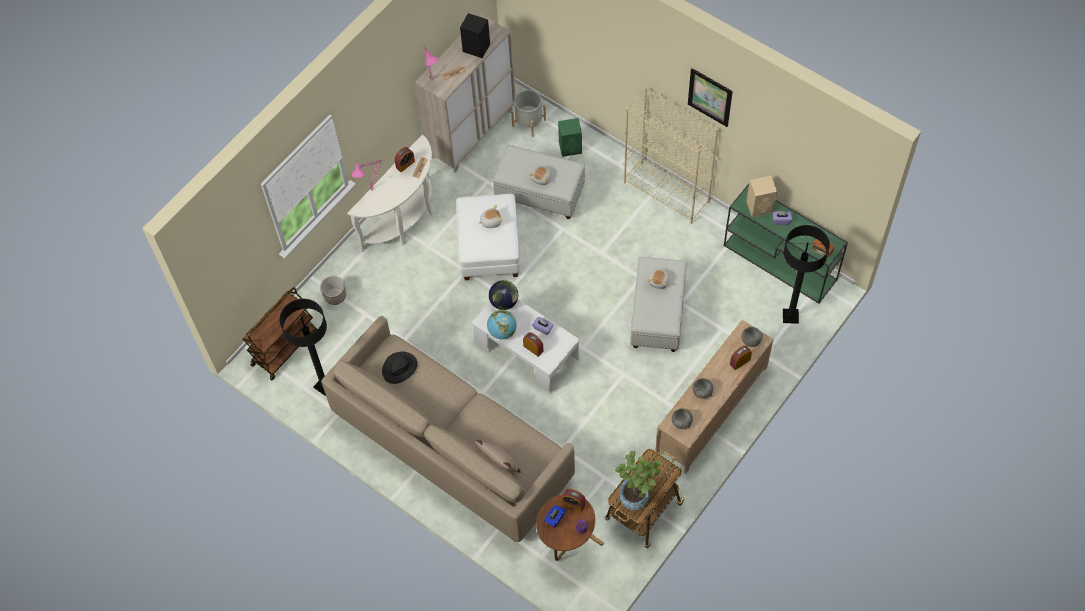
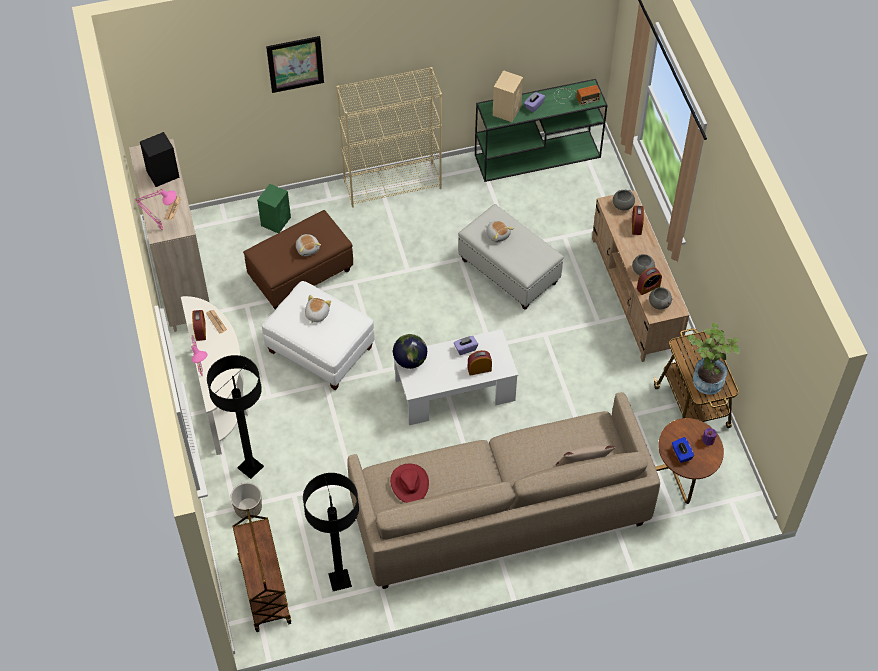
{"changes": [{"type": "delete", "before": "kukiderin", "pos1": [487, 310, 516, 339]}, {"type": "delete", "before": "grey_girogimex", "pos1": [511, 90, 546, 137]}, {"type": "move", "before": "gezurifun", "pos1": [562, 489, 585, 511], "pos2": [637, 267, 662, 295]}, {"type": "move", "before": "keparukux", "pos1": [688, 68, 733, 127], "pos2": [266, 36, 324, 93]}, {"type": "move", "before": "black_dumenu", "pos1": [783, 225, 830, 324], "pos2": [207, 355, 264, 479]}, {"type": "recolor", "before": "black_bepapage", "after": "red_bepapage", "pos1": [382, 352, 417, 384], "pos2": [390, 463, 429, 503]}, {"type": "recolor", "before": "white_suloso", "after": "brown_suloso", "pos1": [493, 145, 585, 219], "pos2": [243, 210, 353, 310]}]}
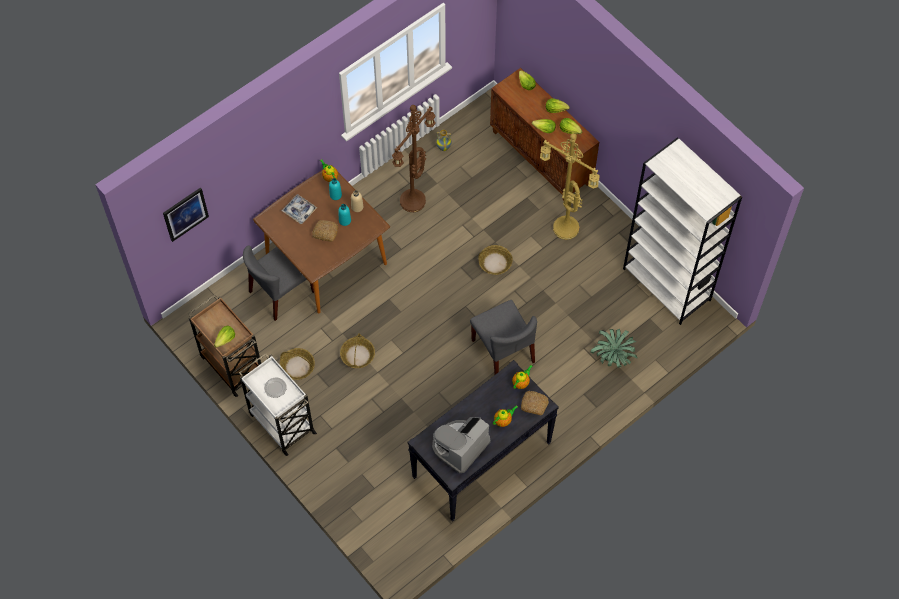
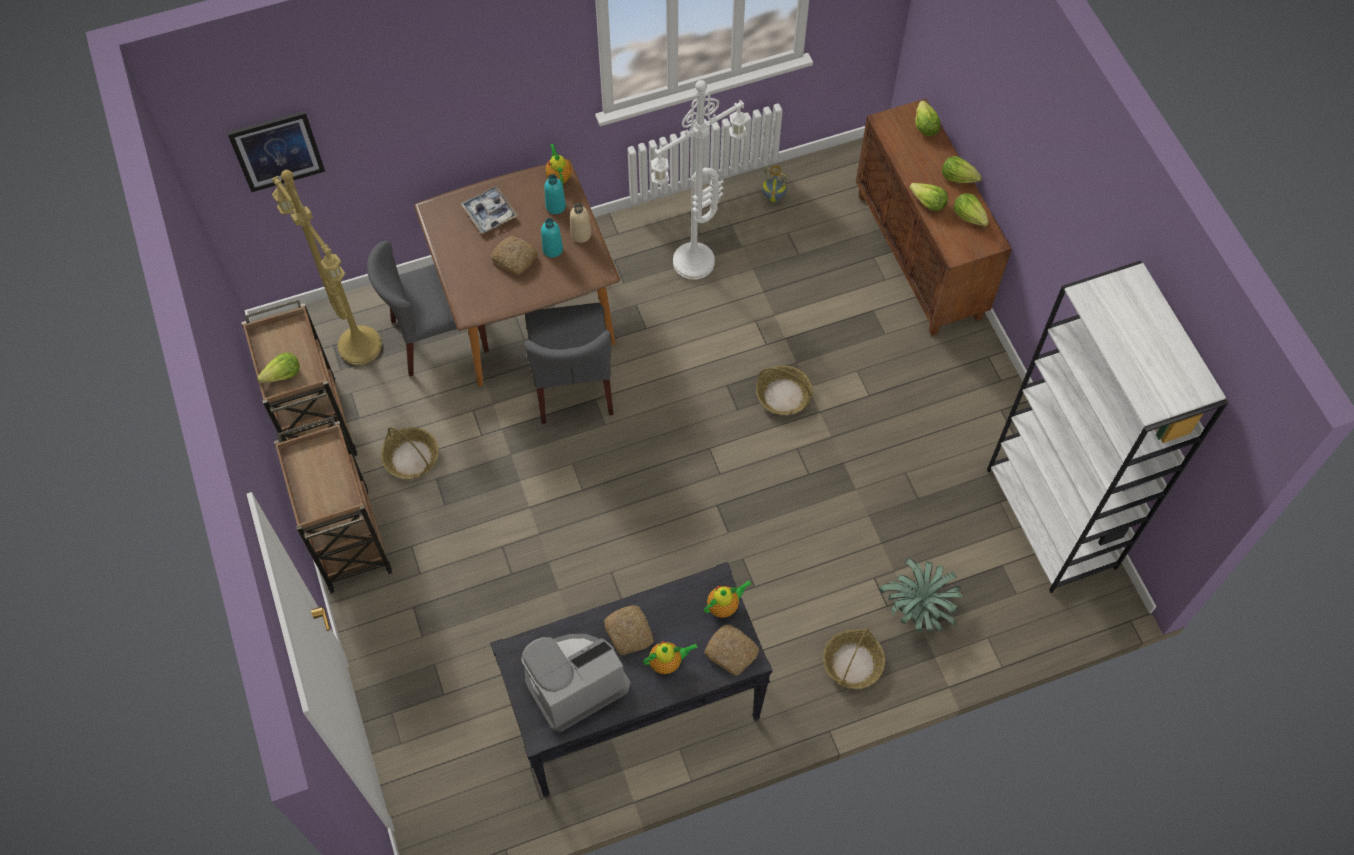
{"changes": [{"type": "delete", "before": "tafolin", "pos1": [264, 377, 287, 398]}, {"type": "insert", "after": "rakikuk", "pos2": [604, 606, 654, 655]}, {"type": "move", "before": "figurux", "pos1": [340, 333, 375, 368], "pos2": [823, 628, 885, 689]}, {"type": "move", "before": "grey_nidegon", "pos1": [470, 300, 537, 375], "pos2": [525, 303, 614, 424]}, {"type": "move", "before": "yellow_dumenu", "pos1": [540, 133, 599, 240], "pos2": [272, 170, 382, 365]}, {"type": "recolor", "before": "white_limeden", "after": "brown_limeden", "pos1": [239, 353, 317, 456], "pos2": [274, 416, 392, 594]}, {"type": "recolor", "before": "brown_dumenu", "after": "white_dumenu", "pos1": [392, 105, 436, 212], "pos2": [651, 80, 747, 280]}]}
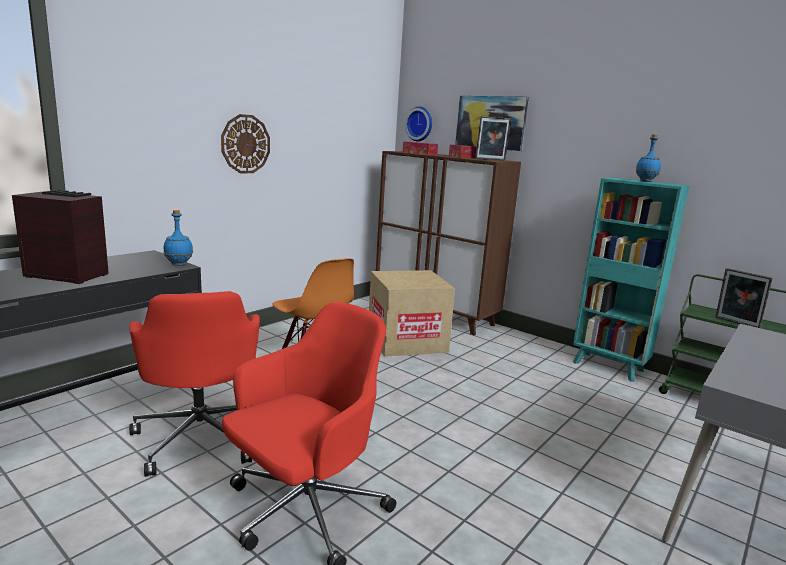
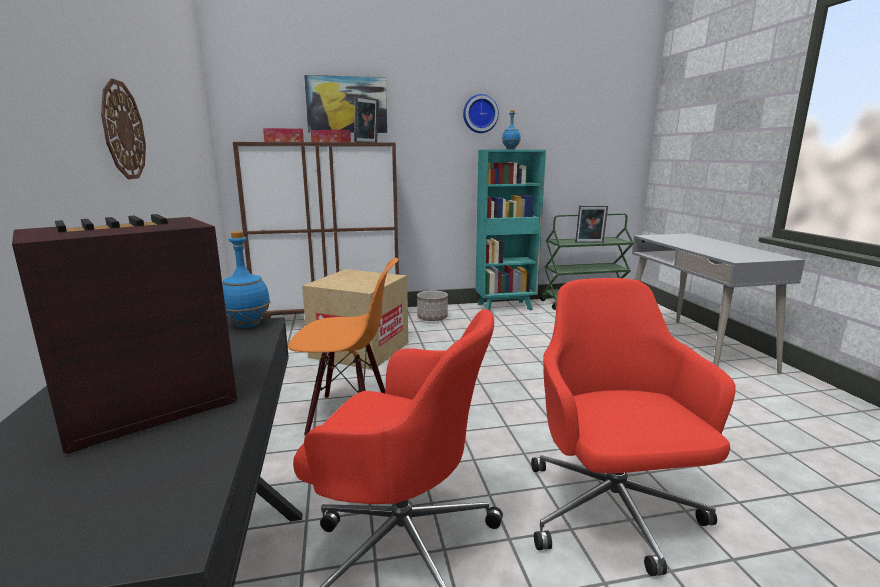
{"changes": [{"type": "insert", "after": "girogimex", "pos2": [417, 290, 448, 321]}, {"type": "move", "before": "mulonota", "pos1": [405, 107, 432, 141], "pos2": [463, 94, 499, 133]}]}
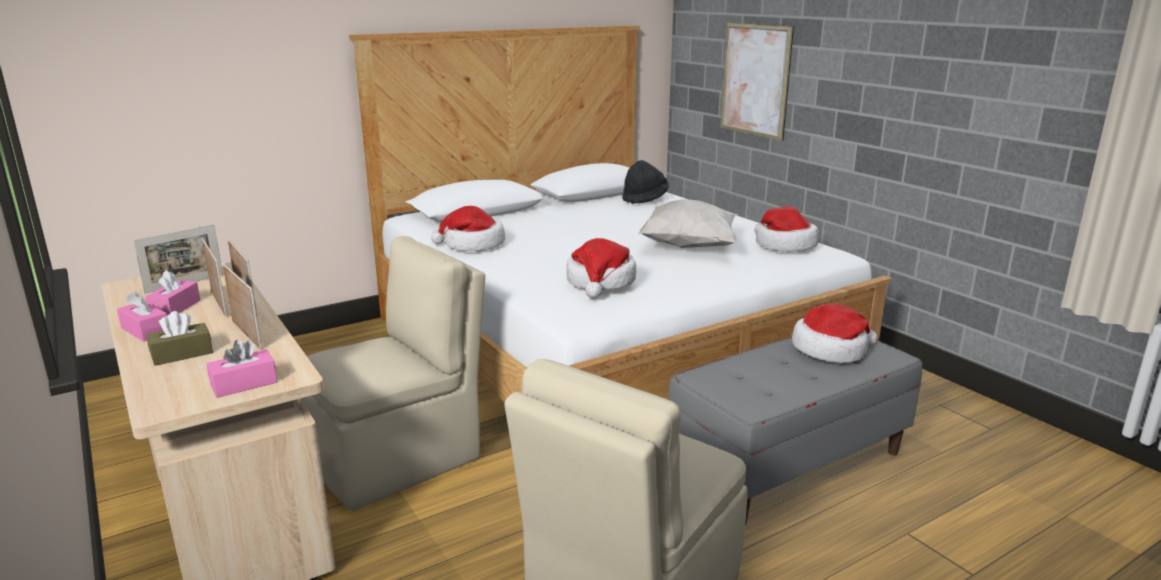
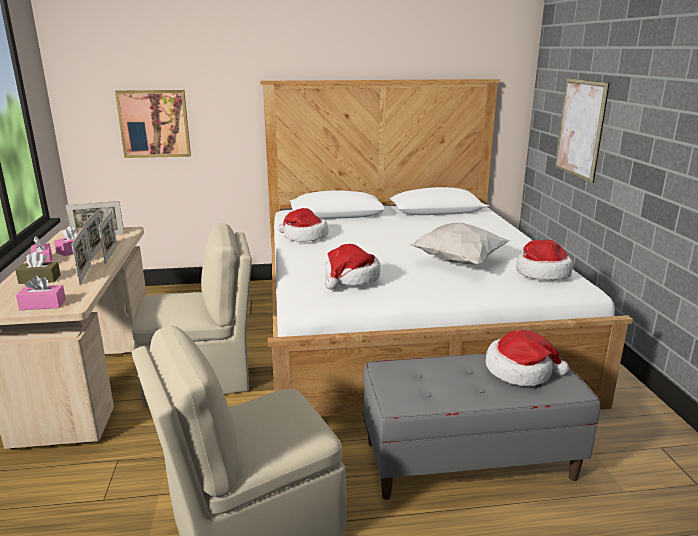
{"changes": [{"type": "delete", "before": "black_bepapage", "pos1": [622, 160, 669, 204]}, {"type": "insert", "after": "keparukux", "pos2": [115, 90, 191, 158]}]}
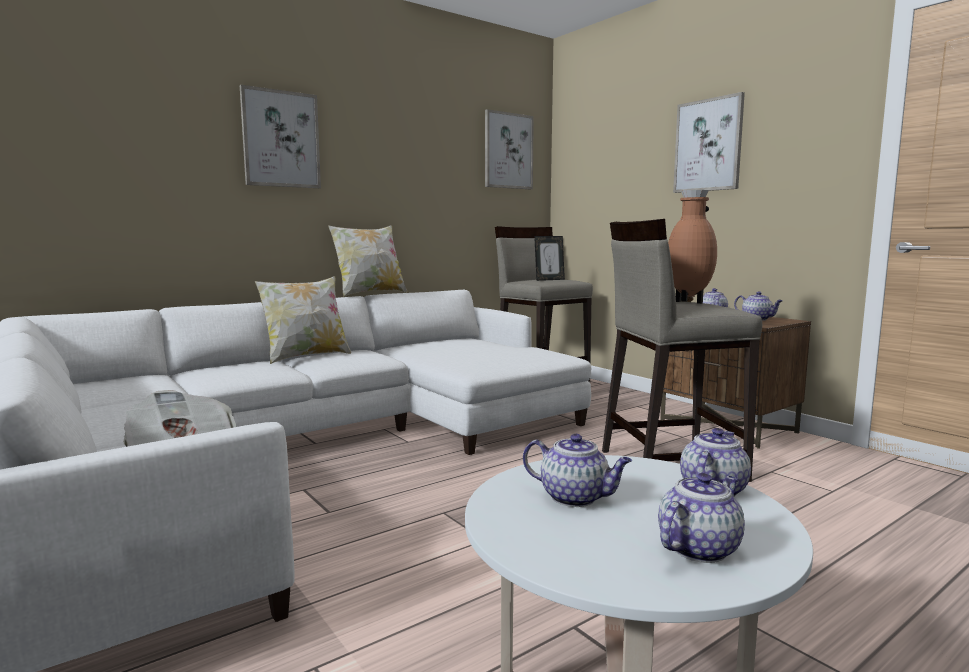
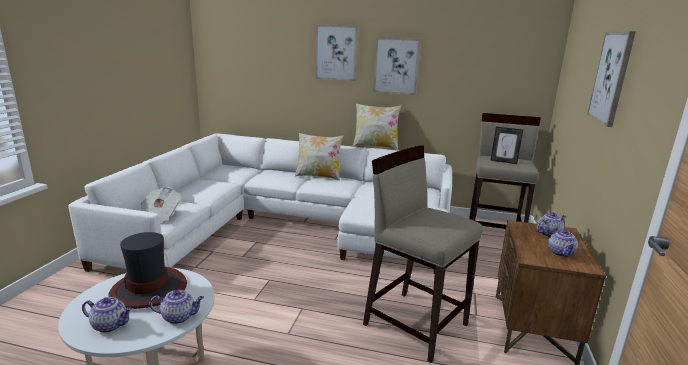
{"changes": [{"type": "delete", "before": "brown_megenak", "pos1": [668, 190, 717, 304]}, {"type": "move", "before": "keparukux", "pos1": [485, 109, 534, 189], "pos2": [373, 37, 421, 95]}, {"type": "replace", "before": "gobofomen", "after": "bepapage", "pos1": [523, 434, 632, 507], "pos2": [108, 232, 187, 309]}]}
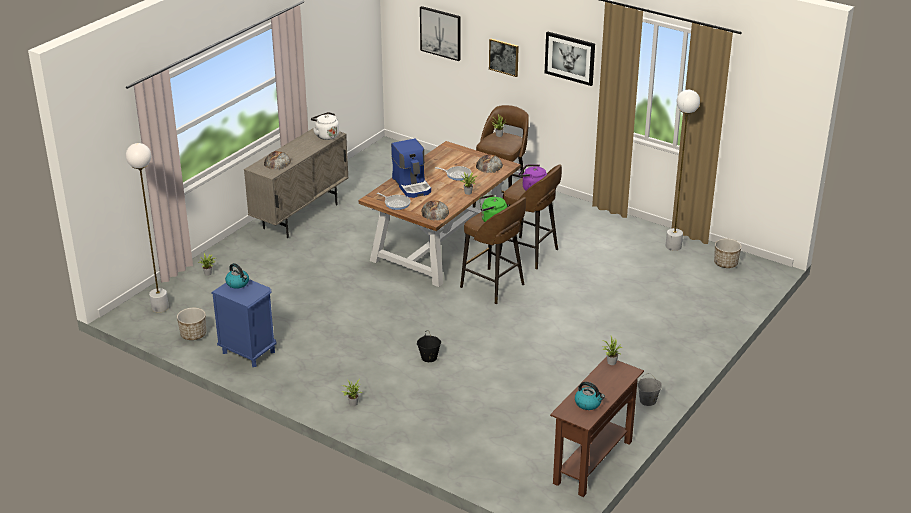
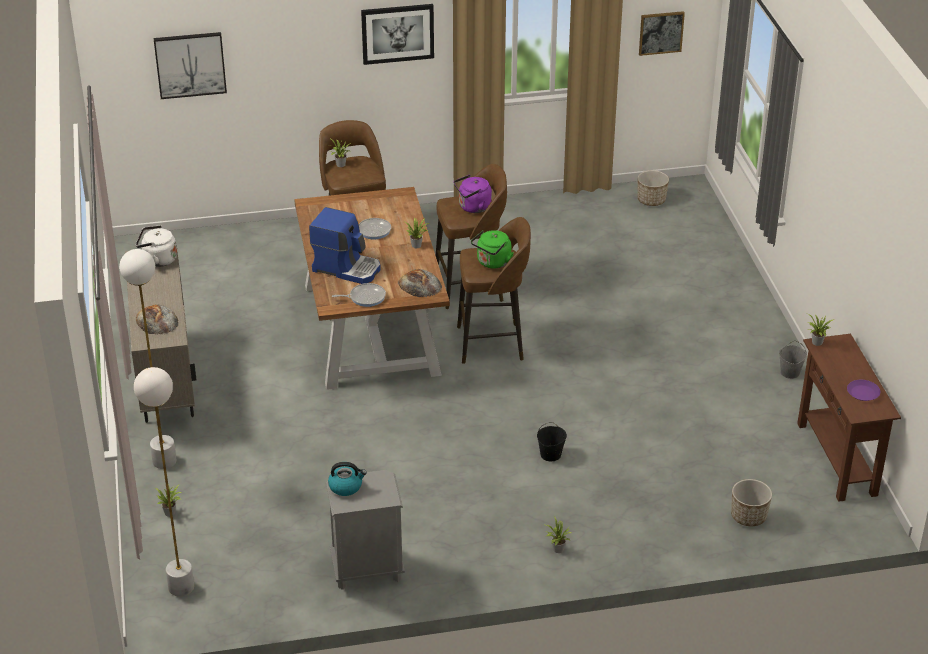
{"changes": [{"type": "delete", "before": "rakikuk", "pos1": [476, 154, 503, 173]}, {"type": "move", "before": "girogimex", "pos1": [177, 308, 206, 340], "pos2": [731, 479, 772, 526]}, {"type": "move", "before": "keparukux", "pos1": [489, 38, 519, 77], "pos2": [639, 11, 685, 56]}, {"type": "move", "before": "white_dumenu", "pos1": [666, 90, 700, 251], "pos2": [119, 249, 176, 469]}, {"type": "replace", "before": "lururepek", "after": "purple_tafolin", "pos1": [575, 382, 605, 410], "pos2": [847, 380, 880, 401]}, {"type": "recolor", "before": "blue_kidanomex", "after": "grey_kidanomex", "pos1": [211, 279, 277, 367], "pos2": [326, 470, 405, 590]}]}
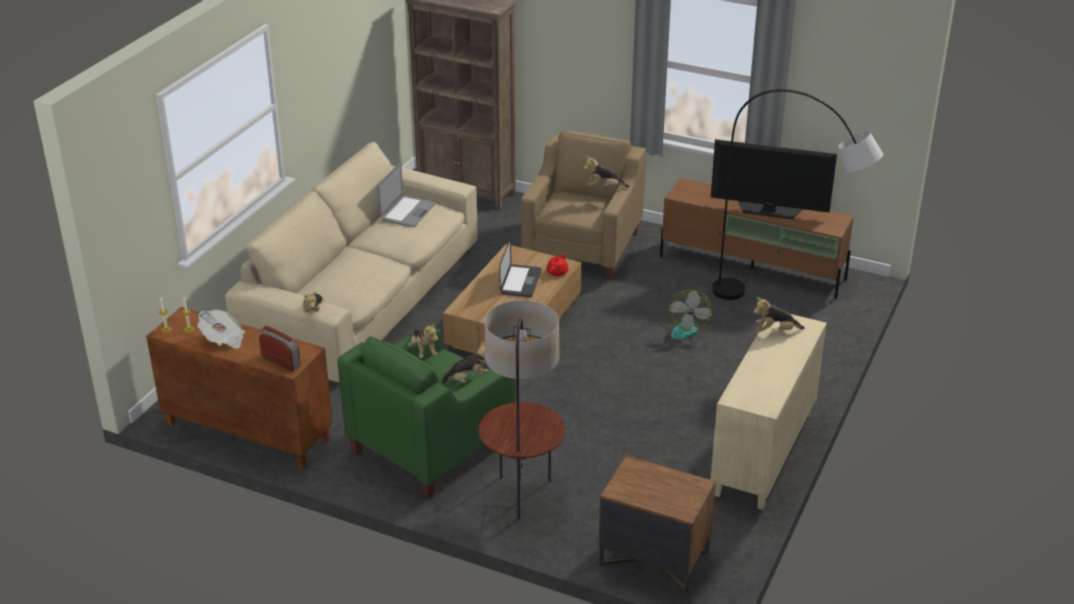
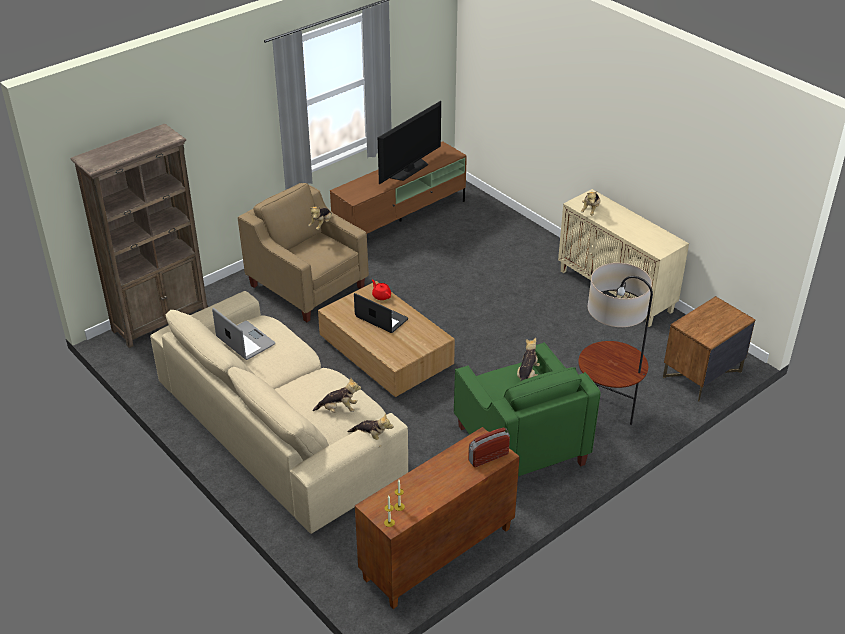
{"changes": [{"type": "delete", "before": "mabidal", "pos1": [197, 310, 245, 349]}, {"type": "delete", "before": "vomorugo", "pos1": [660, 290, 713, 340]}, {"type": "delete", "before": "grey_dumenu", "pos1": [712, 89, 883, 300]}, {"type": "move", "before": "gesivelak", "pos1": [408, 323, 438, 358], "pos2": [313, 378, 361, 413]}]}
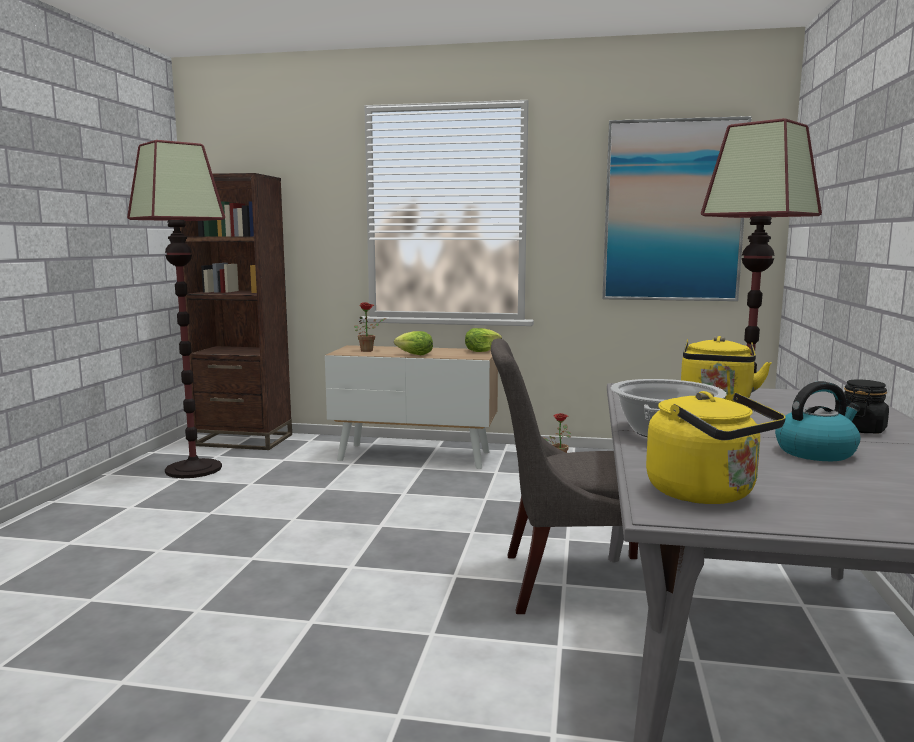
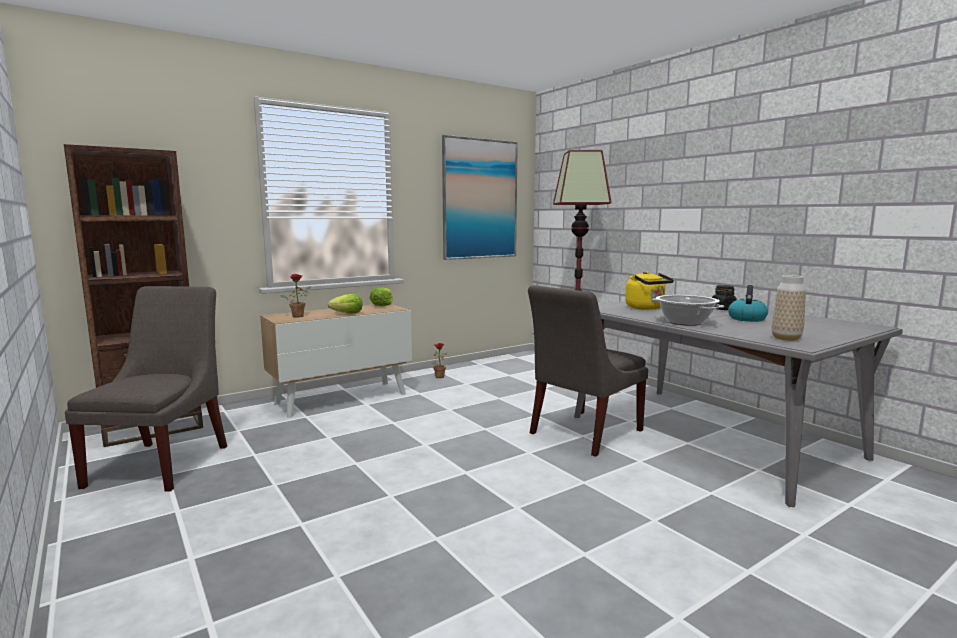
{"changes": [{"type": "replace", "before": "dumenu", "after": "grey_nidegon", "pos1": [127, 140, 225, 478], "pos2": [65, 286, 227, 492]}, {"type": "replace", "before": "yellow_lururepek", "after": "megenak", "pos1": [646, 391, 786, 504], "pos2": [772, 275, 806, 341]}]}
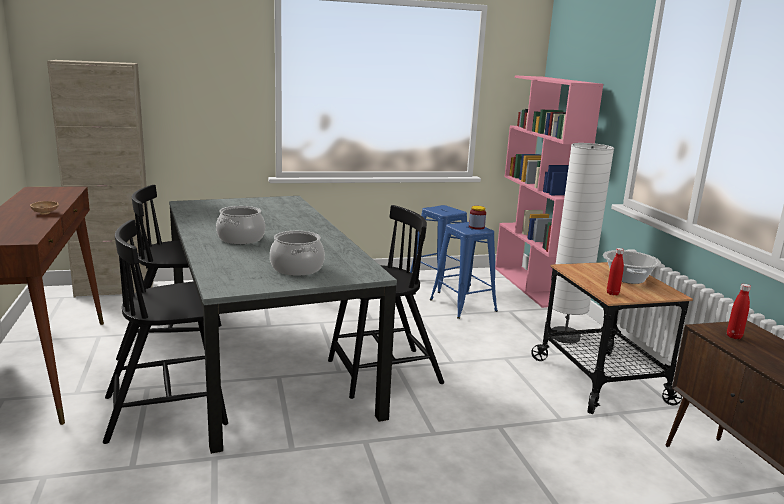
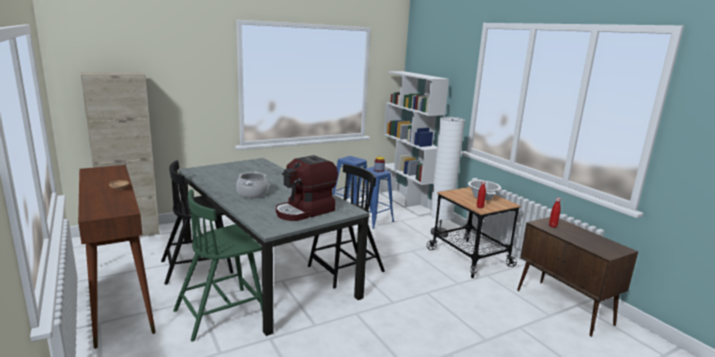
{"changes": [{"type": "replace", "before": "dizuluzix", "after": "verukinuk", "pos1": [270, 231, 325, 276], "pos2": [276, 155, 338, 221]}, {"type": "recolor", "before": "black_nidegon", "after": "green_nidegon", "pos1": [103, 220, 228, 444], "pos2": [173, 189, 263, 341]}, {"type": "recolor", "before": "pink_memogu", "after": "white_memogu", "pos1": [495, 76, 603, 308], "pos2": [380, 71, 449, 216]}]}
